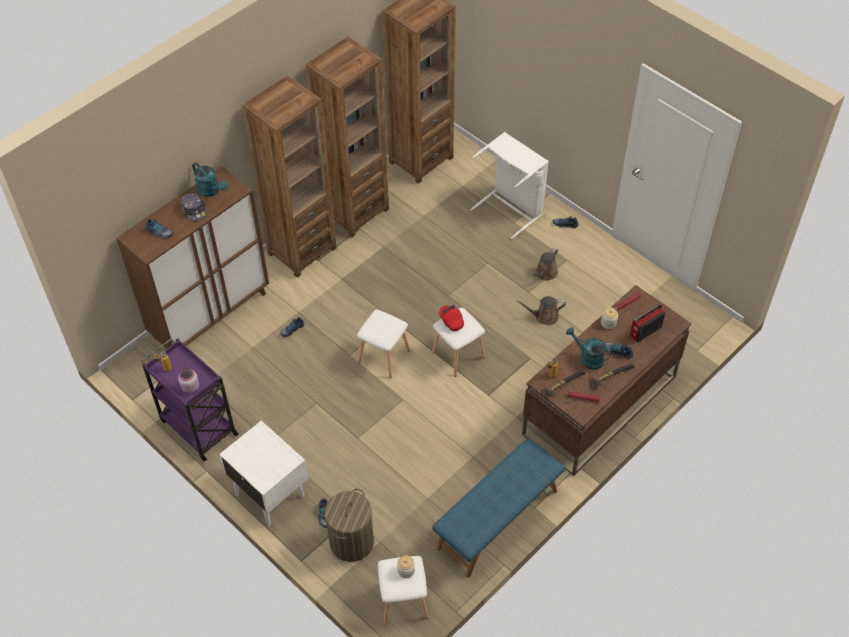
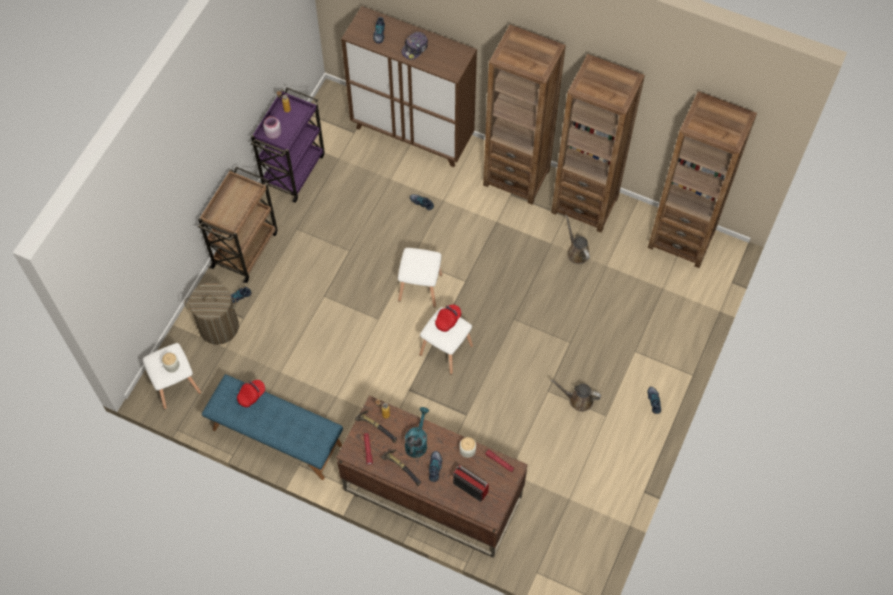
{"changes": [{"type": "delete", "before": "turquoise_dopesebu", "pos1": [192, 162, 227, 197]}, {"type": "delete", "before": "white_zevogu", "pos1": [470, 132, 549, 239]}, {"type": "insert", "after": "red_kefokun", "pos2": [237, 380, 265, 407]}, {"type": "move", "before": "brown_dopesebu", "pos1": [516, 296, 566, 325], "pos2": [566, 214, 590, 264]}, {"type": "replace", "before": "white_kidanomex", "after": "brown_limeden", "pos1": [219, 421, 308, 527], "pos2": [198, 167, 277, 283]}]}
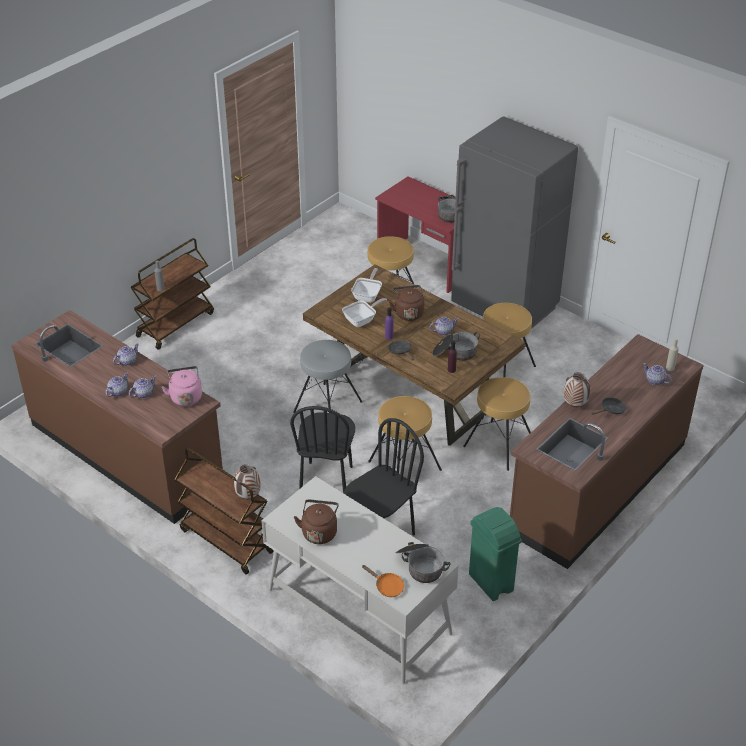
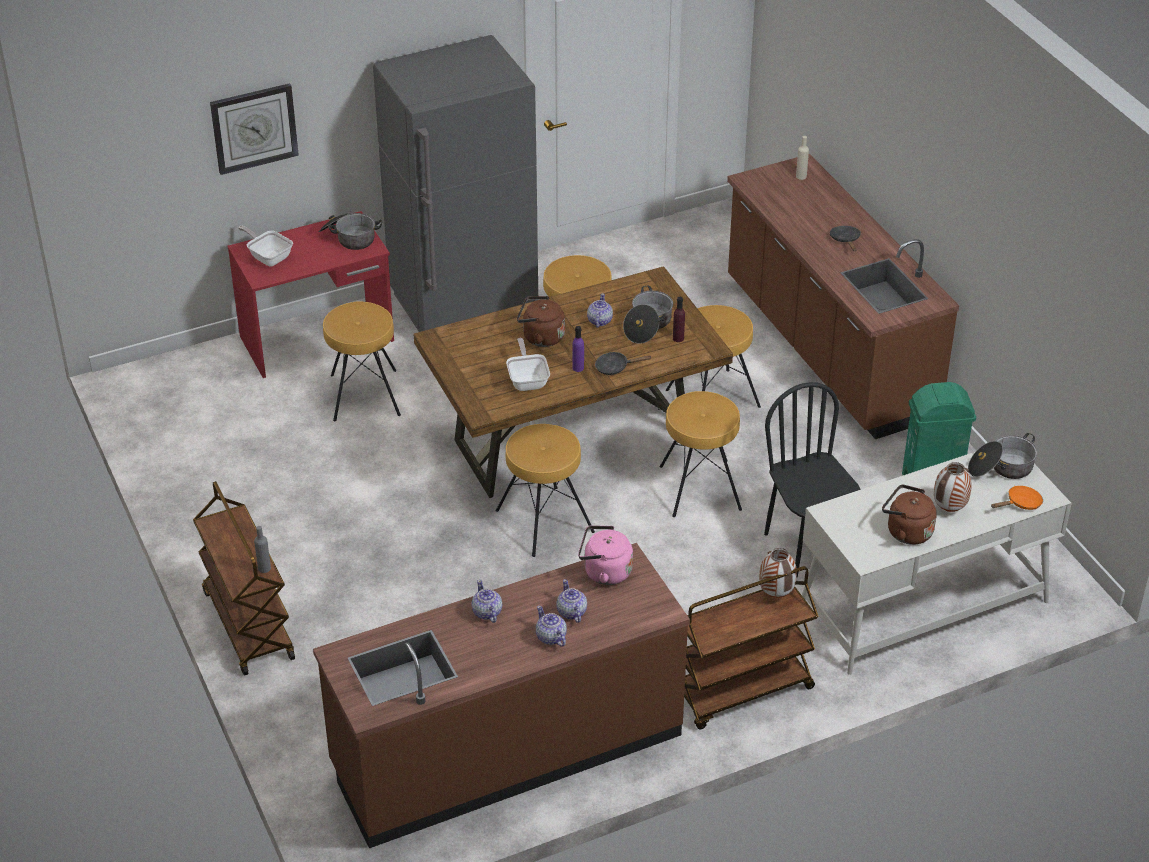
{"changes": [{"type": "delete", "before": "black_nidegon", "pos1": [290, 406, 355, 493]}, {"type": "delete", "before": "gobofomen", "pos1": [643, 363, 671, 385]}, {"type": "insert", "after": "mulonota", "pos2": [210, 83, 299, 175]}, {"type": "move", "before": "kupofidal", "pos1": [351, 268, 382, 303], "pos2": [238, 226, 293, 266]}, {"type": "move", "before": "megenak", "pos1": [564, 372, 590, 407], "pos2": [934, 462, 972, 512]}, {"type": "recolor", "before": "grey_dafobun", "after": "brown_dafobun", "pos1": [293, 340, 362, 413], "pos2": [496, 424, 595, 557]}]}
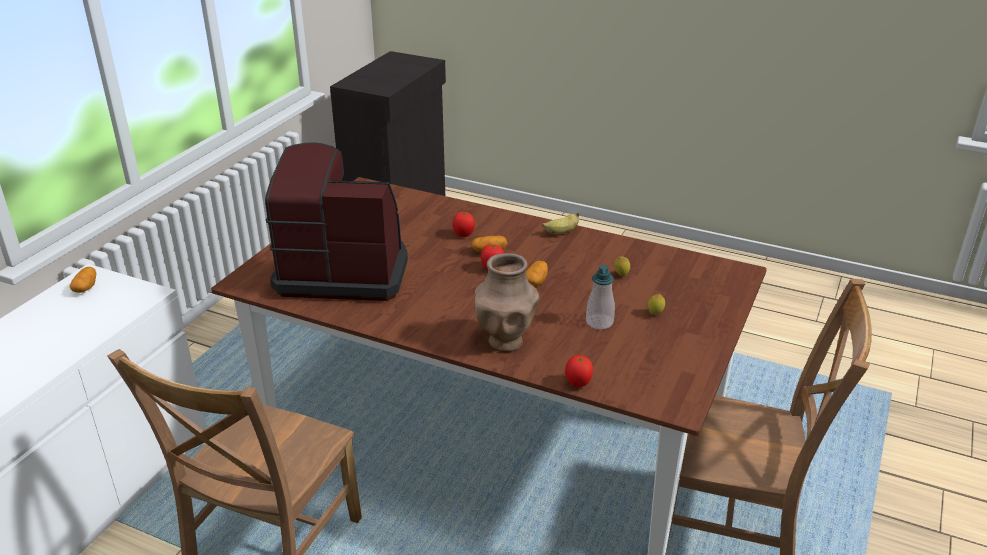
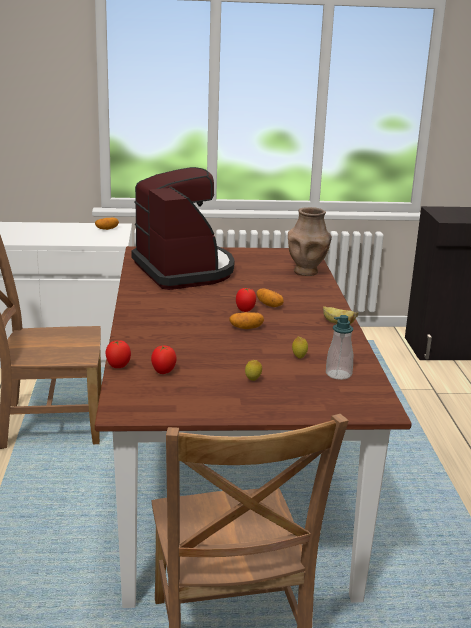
{"changes": [{"type": "move", "before": "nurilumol", "pos1": [452, 212, 475, 237], "pos2": [151, 346, 177, 374]}, {"type": "move", "before": "brown_megenak", "pos1": [475, 253, 540, 352], "pos2": [288, 207, 332, 276]}, {"type": "move", "before": "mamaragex", "pos1": [586, 265, 615, 330], "pos2": [326, 315, 353, 380]}]}
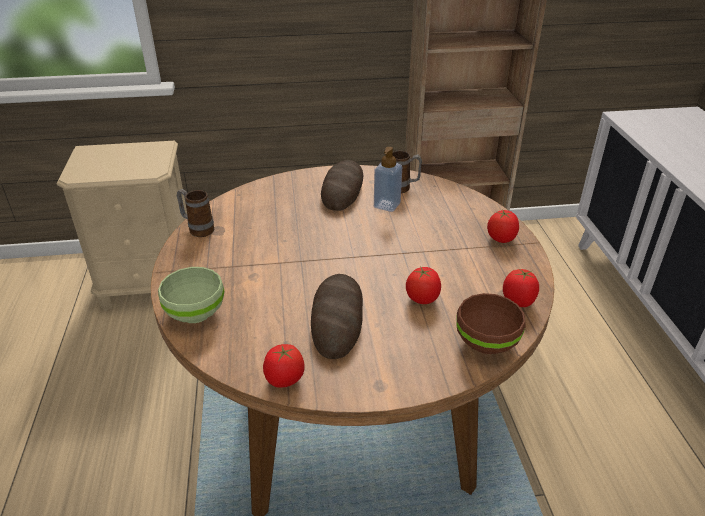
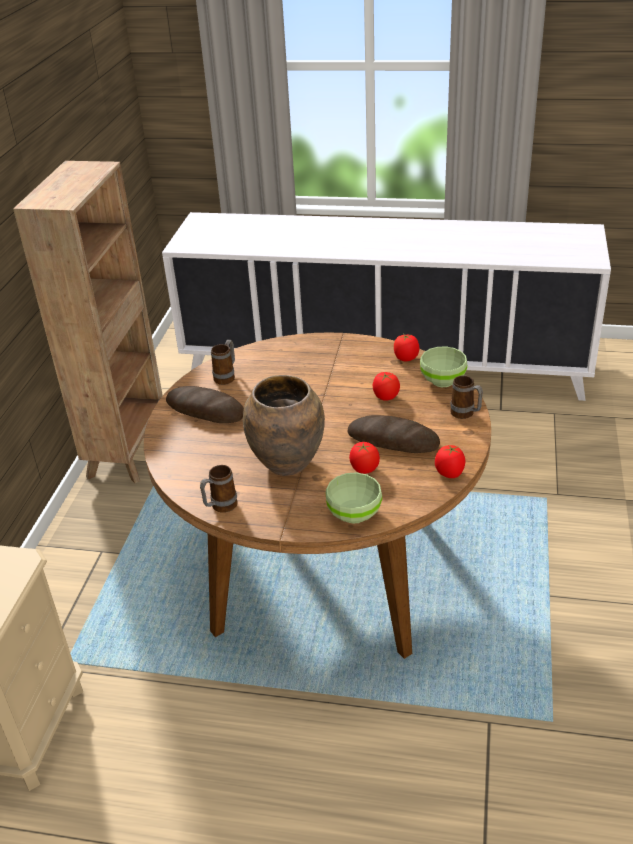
{"changes": [{"type": "delete", "before": "mamaragex", "pos1": [374, 147, 402, 212]}, {"type": "insert", "after": "brown_megenak", "pos2": [243, 375, 325, 476]}, {"type": "insert", "after": "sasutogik", "pos2": [450, 375, 483, 419]}, {"type": "move", "before": "nurilumol", "pos1": [487, 209, 519, 243], "pos2": [349, 442, 380, 474]}, {"type": "recolor", "before": "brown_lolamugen", "after": "green_lolamugen", "pos1": [456, 293, 526, 354], "pos2": [420, 347, 467, 387]}]}
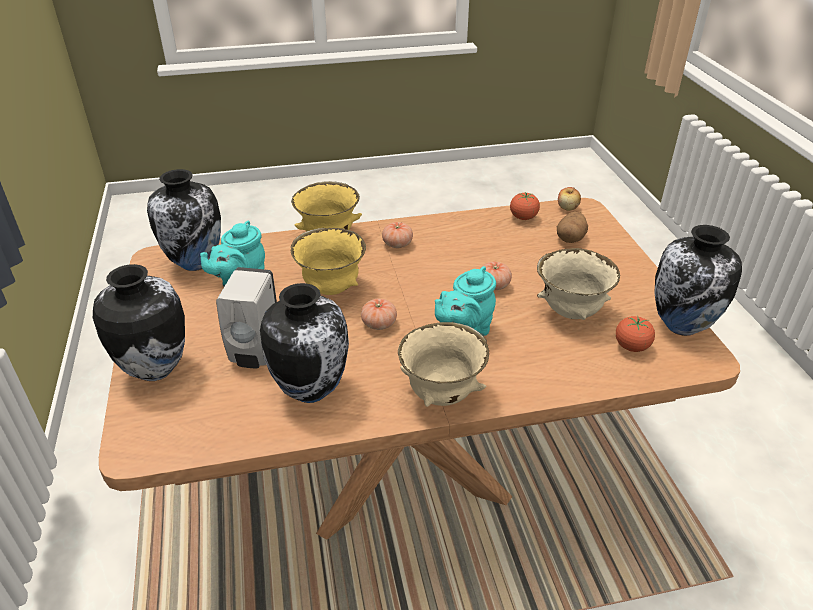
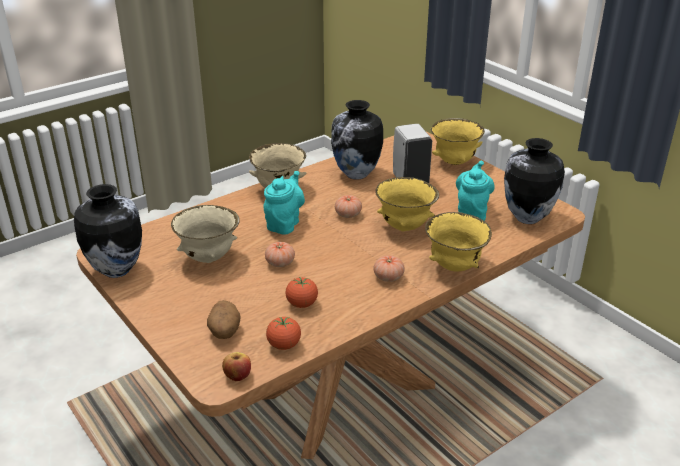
{"changes": [{"type": "move", "before": "nurilumol", "pos1": [616, 316, 655, 352], "pos2": [285, 277, 318, 308]}, {"type": "replace", "before": "megenak", "after": "yellow_lolamugen", "pos1": [93, 264, 185, 381], "pos2": [431, 118, 485, 165]}]}
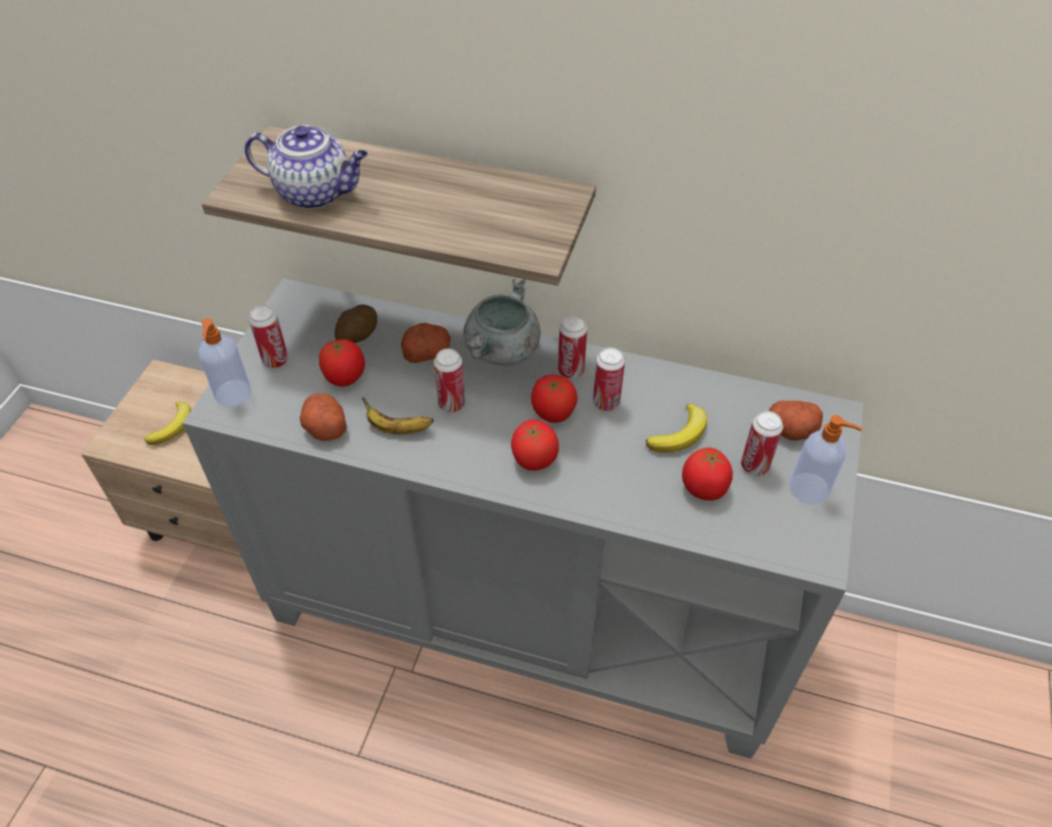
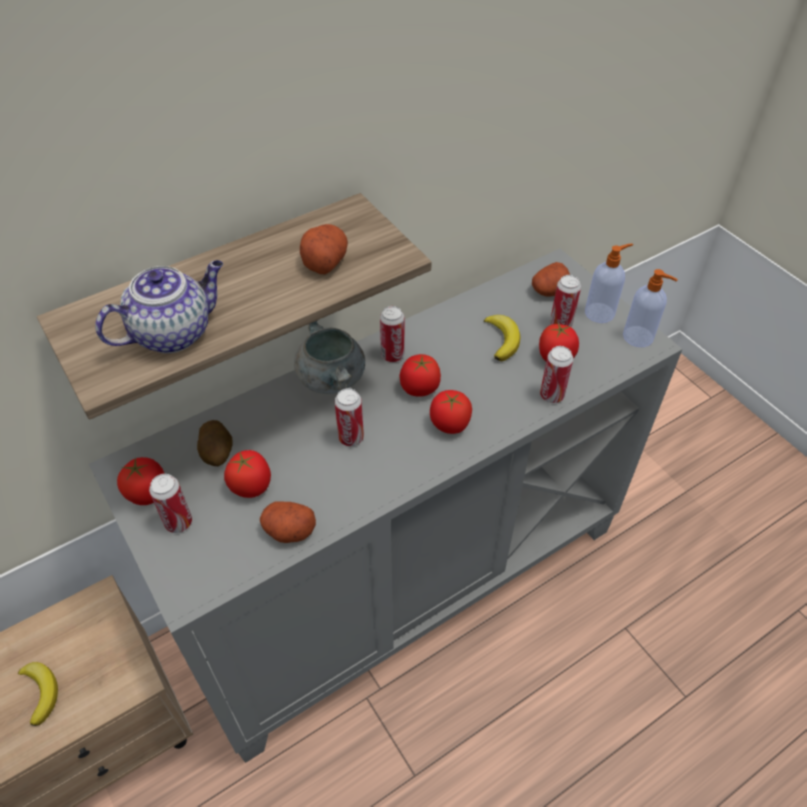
{"changes": [{"type": "delete", "before": "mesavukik", "pos1": [362, 397, 434, 434]}, {"type": "insert", "after": "nurilumol", "pos2": [117, 457, 165, 505]}, {"type": "move", "before": "mamaragex", "pos1": [199, 318, 251, 406], "pos2": [623, 269, 678, 347]}, {"type": "move", "before": "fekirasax", "pos1": [401, 323, 451, 363], "pos2": [300, 224, 348, 274]}, {"type": "move", "before": "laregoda", "pos1": [593, 347, 625, 411], "pos2": [540, 346, 573, 403]}]}
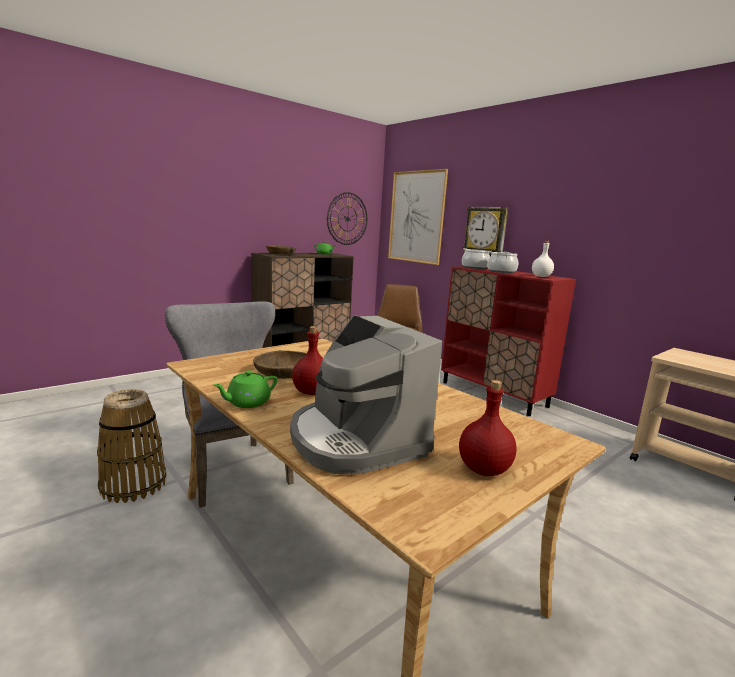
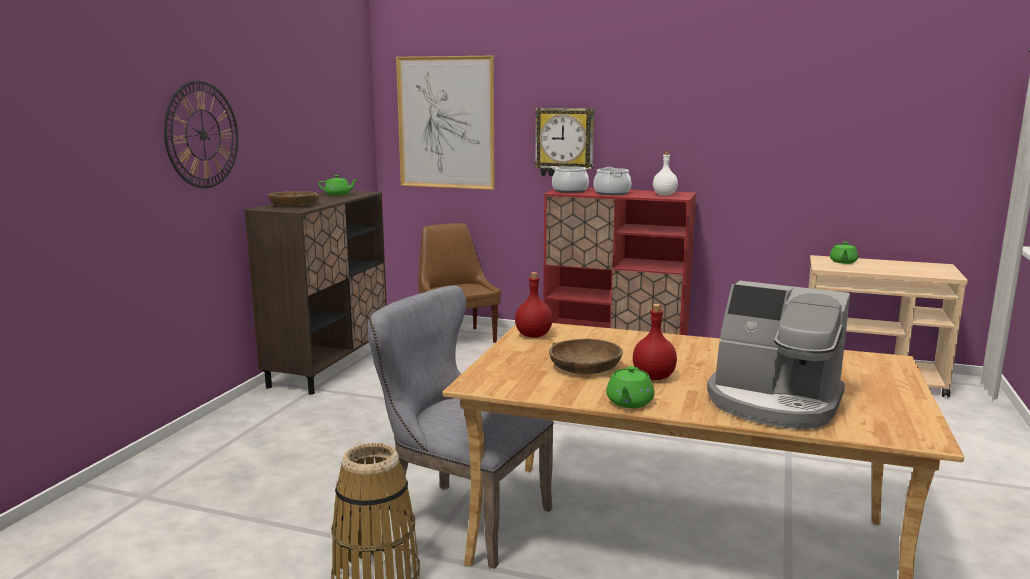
{"changes": [{"type": "insert", "after": "green_gobofomen", "pos2": [830, 242, 858, 264]}, {"type": "move", "before": "mulonota", "pos1": [327, 192, 367, 245], "pos2": [164, 81, 238, 188]}, {"type": "move", "before": "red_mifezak", "pos1": [459, 380, 517, 476], "pos2": [515, 272, 553, 338]}]}
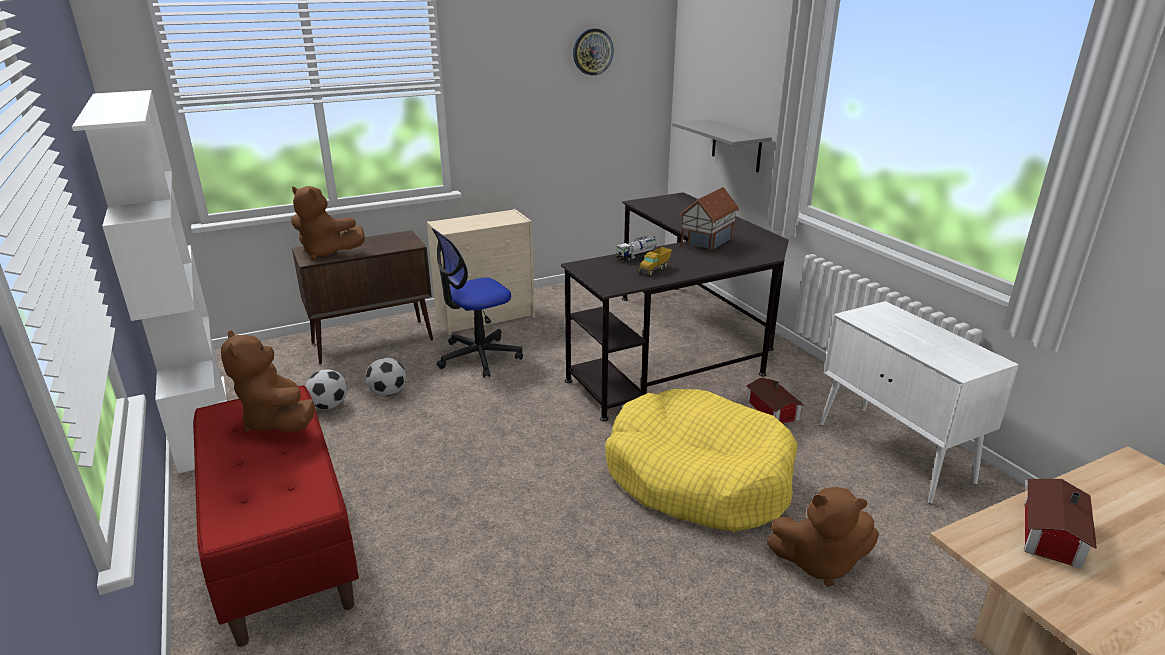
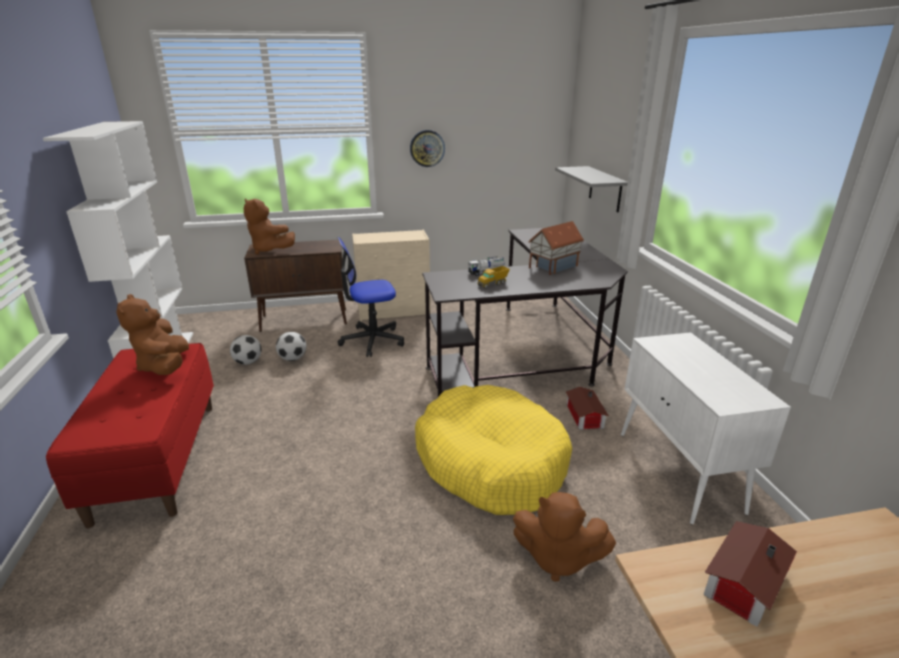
{"changes": [{"type": "move", "before": "mulonota", "pos1": [573, 28, 614, 75], "pos2": [410, 130, 445, 167]}]}
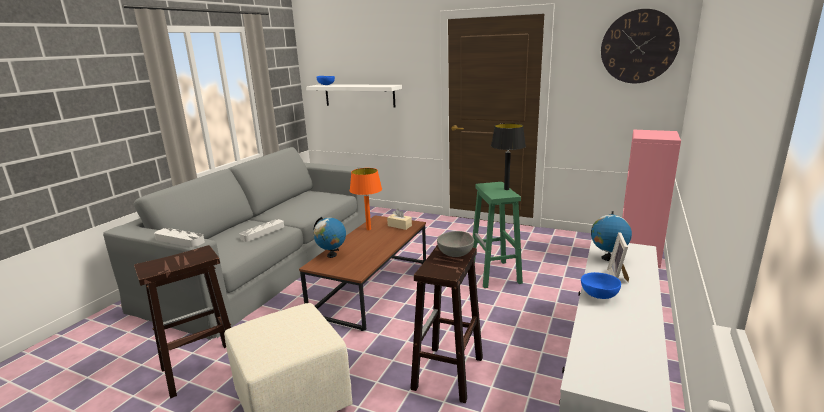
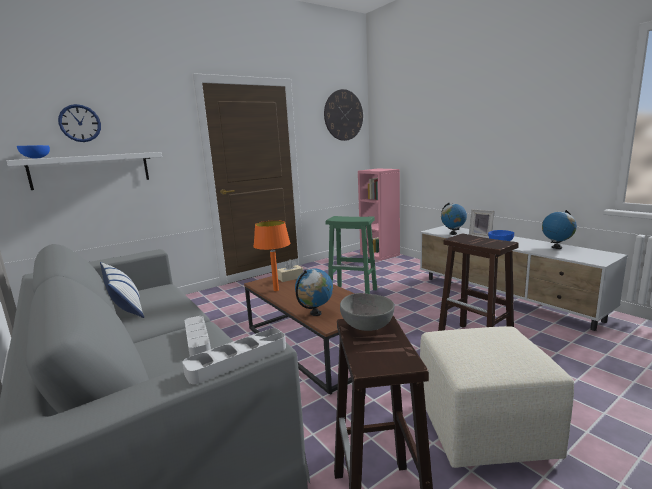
{"changes": [{"type": "delete", "before": "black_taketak", "pos1": [491, 123, 526, 190]}, {"type": "insert", "after": "mulonota", "pos2": [58, 104, 101, 142]}, {"type": "insert", "after": "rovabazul", "pos2": [100, 262, 144, 318]}, {"type": "insert", "after": "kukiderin", "pos2": [542, 210, 577, 249]}, {"type": "move", "before": "grey_lolamugen", "pos1": [437, 231, 474, 257], "pos2": [340, 293, 394, 331]}]}
